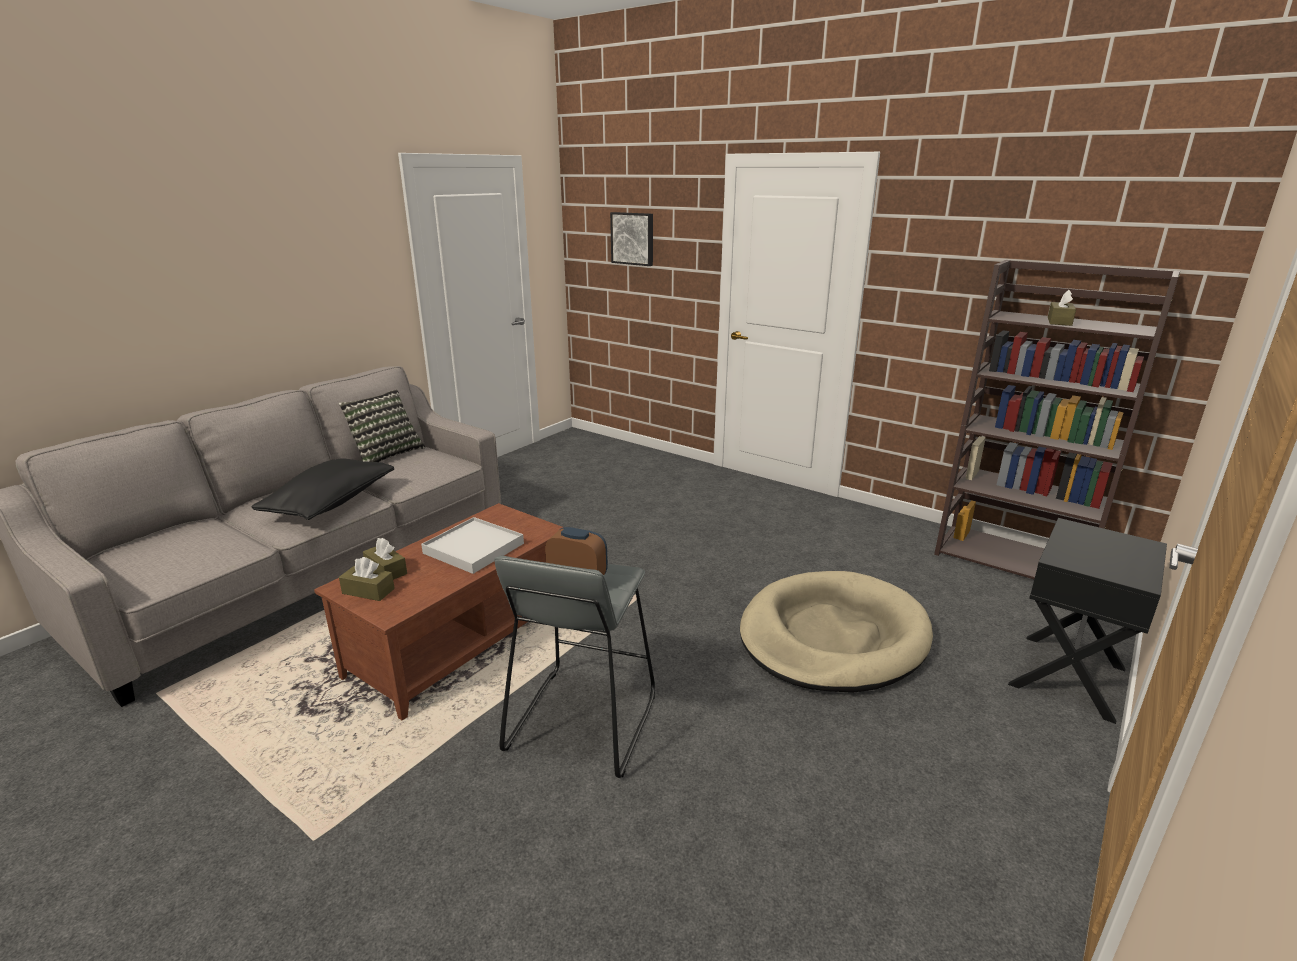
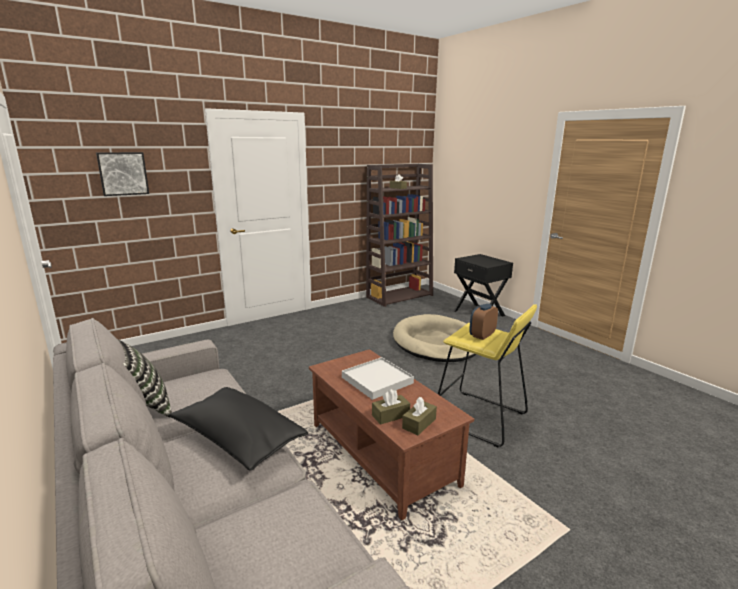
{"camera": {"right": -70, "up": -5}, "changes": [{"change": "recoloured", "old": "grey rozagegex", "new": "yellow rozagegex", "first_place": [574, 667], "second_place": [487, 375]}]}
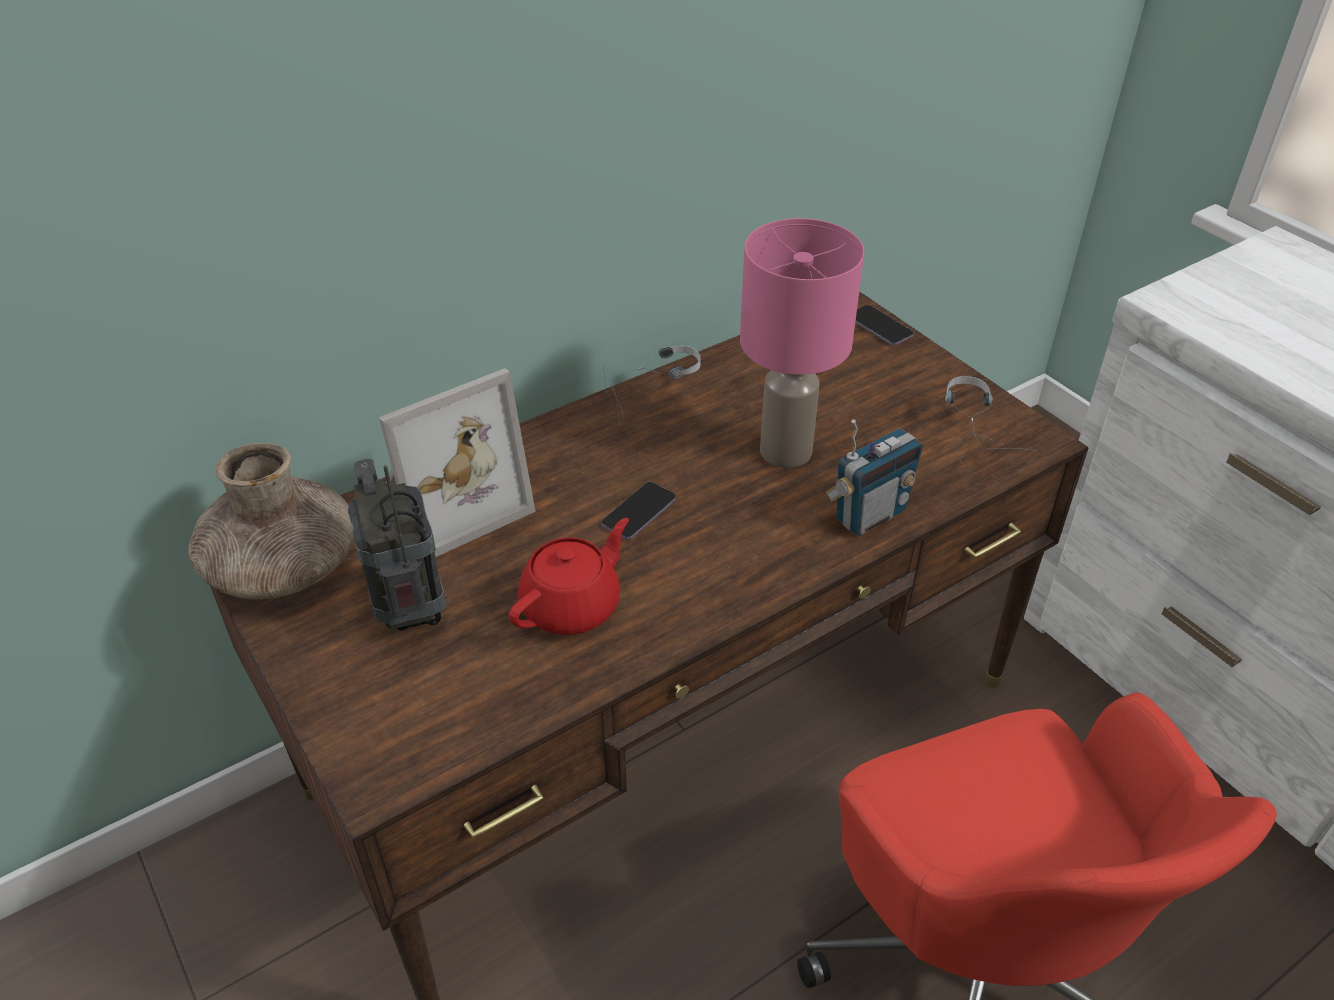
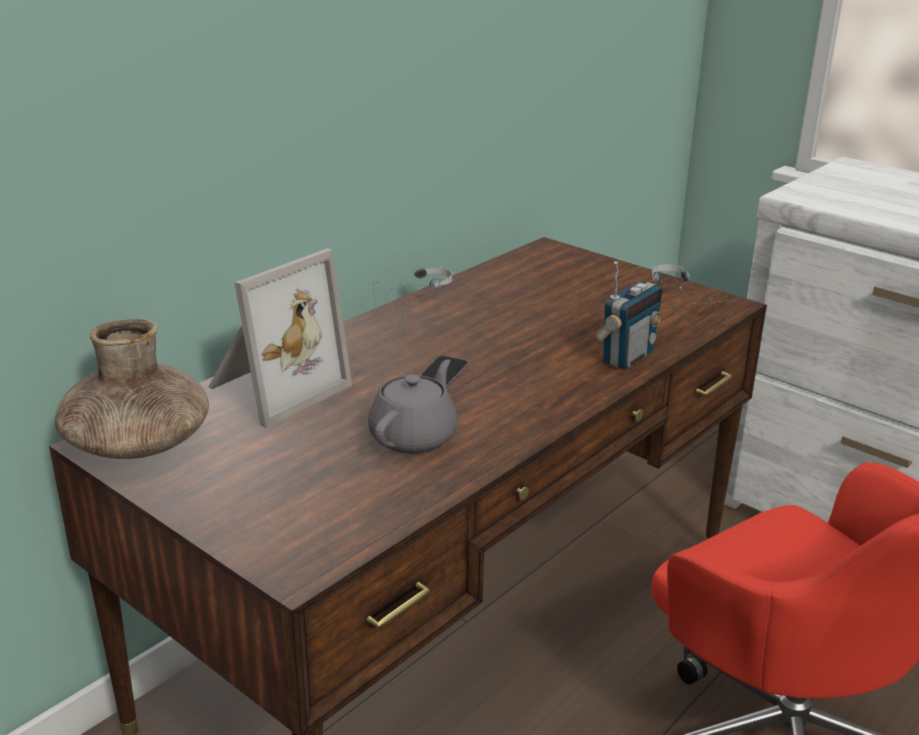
{"camera": {"right": -15, "up": -15}, "changes": [{"change": "removed", "old": "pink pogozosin", "first_place": [802, 343]}, {"change": "removed", "old": "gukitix", "first_place": [884, 325]}, {"change": "removed", "old": "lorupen", "first_place": [397, 545]}, {"change": "recoloured", "old": "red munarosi", "new": "grey munarosi", "first_place": [568, 576], "second_place": [413, 406]}]}
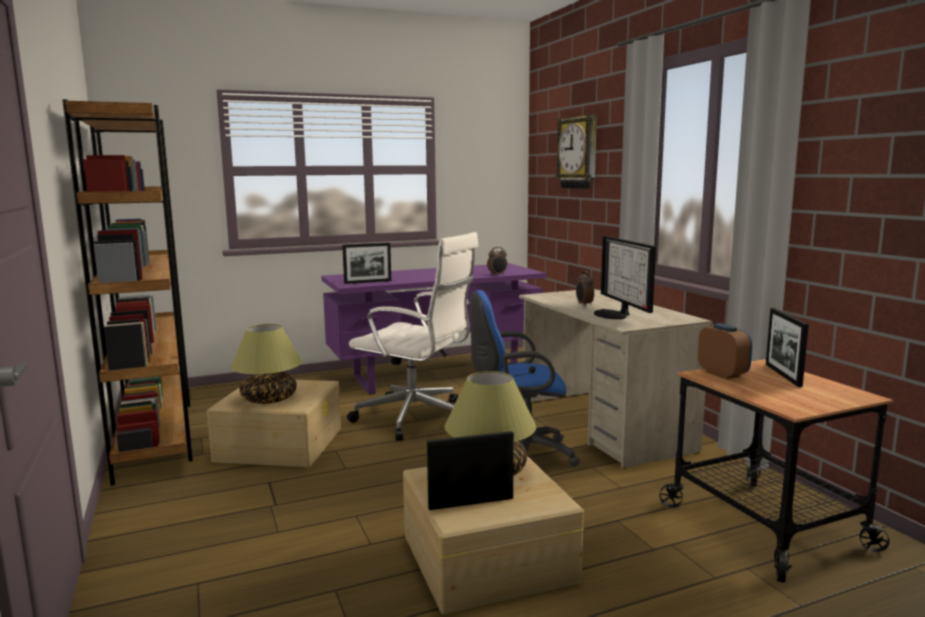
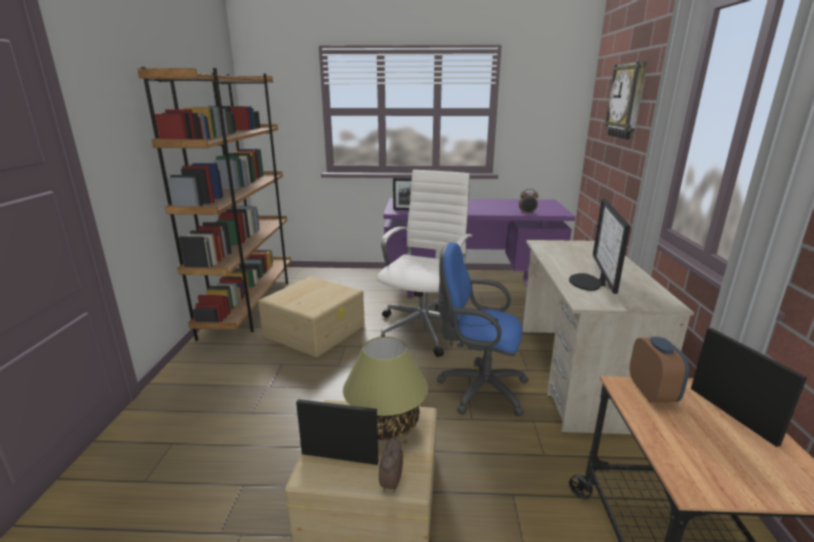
{"camera": {"right": 25, "up": 10}, "changes": [{"change": "turned", "old": "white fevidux", "first_place": [413, 336], "second_place": [424, 263], "degrees": -120}, {"change": "moved", "old": "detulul", "first_place": [585, 288], "second_place": [391, 464]}, {"change": "turned", "old": "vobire", "first_place": [787, 347], "second_place": [749, 387], "degrees": 135}, {"change": "removed", "old": "pogozosin", "first_place": [266, 364]}]}
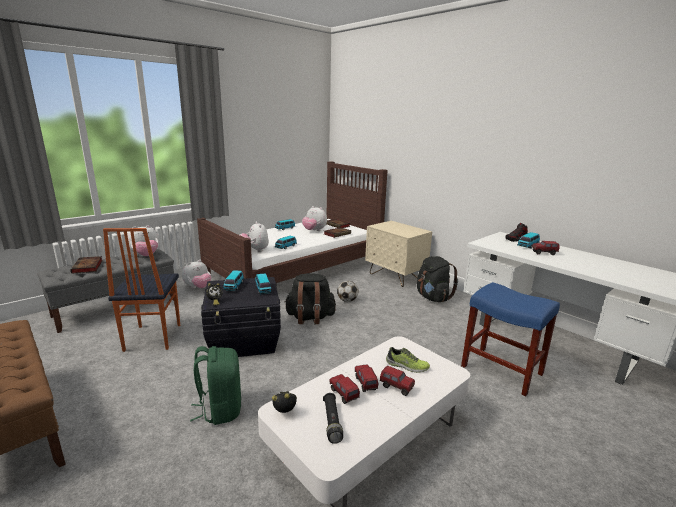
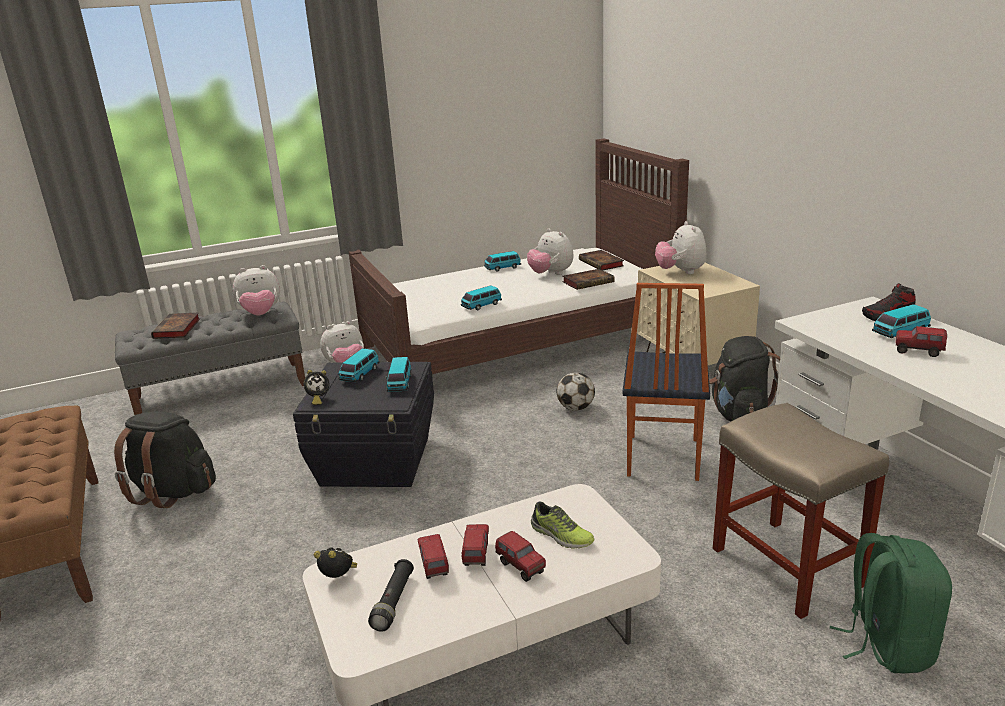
{"camera": {"right": 20, "up": 5}, "changes": [{"change": "moved", "old": "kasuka", "first_place": [254, 236], "second_place": [681, 247]}, {"change": "moved", "old": "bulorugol", "first_place": [141, 290], "second_place": [666, 382]}, {"change": "moved", "old": "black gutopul", "first_place": [310, 298], "second_place": [165, 459]}, {"change": "recoloured", "old": "blue rozagegex", "new": "beige rozagegex", "first_place": [510, 339], "second_place": [801, 511]}, {"change": "moved", "old": "green gutopul", "first_place": [215, 385], "second_place": [891, 603]}]}
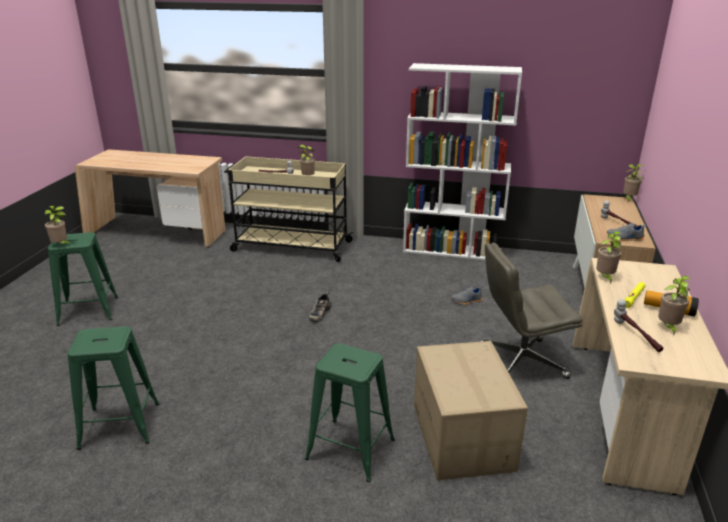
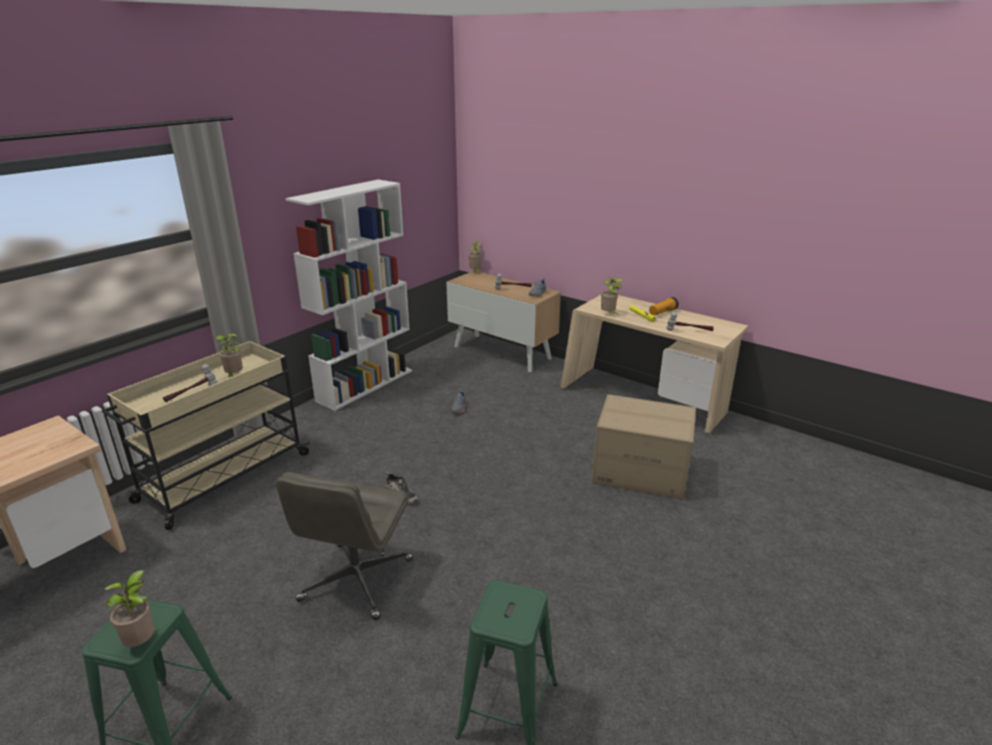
{"camera": {"right": -65, "up": 0}, "changes": [{"change": "moved", "old": "grey fevidux", "first_place": [530, 310], "second_place": [344, 546]}, {"change": "removed", "old": "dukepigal", "first_place": [674, 305]}, {"change": "removed", "old": "green rozagegex", "first_place": [350, 412]}]}
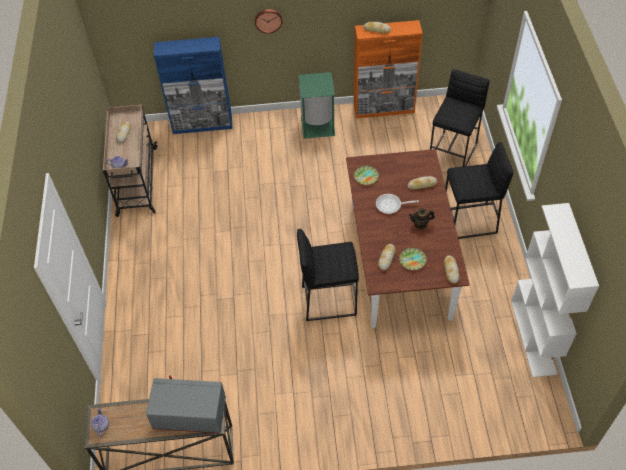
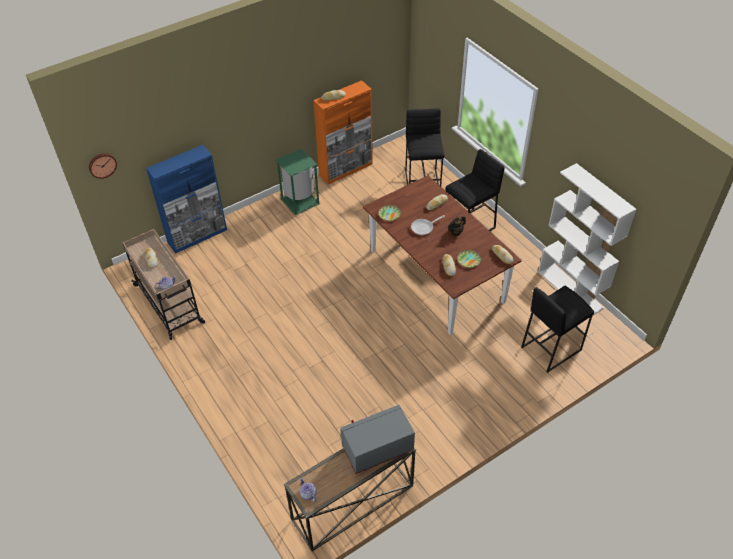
{"camera": {"right": -30, "up": -5}, "changes": [{"change": "moved", "old": "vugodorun", "first_place": [268, 21], "second_place": [103, 166]}, {"change": "moved", "old": "black rozagegex", "first_place": [328, 275], "second_place": [557, 329]}]}
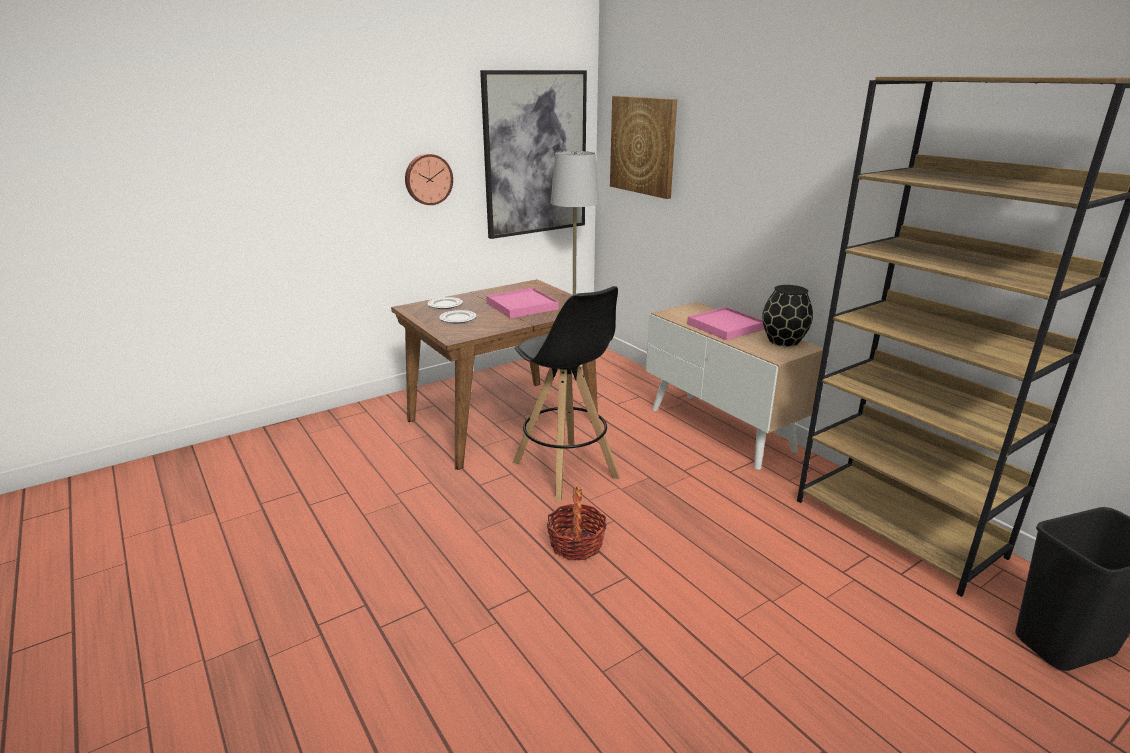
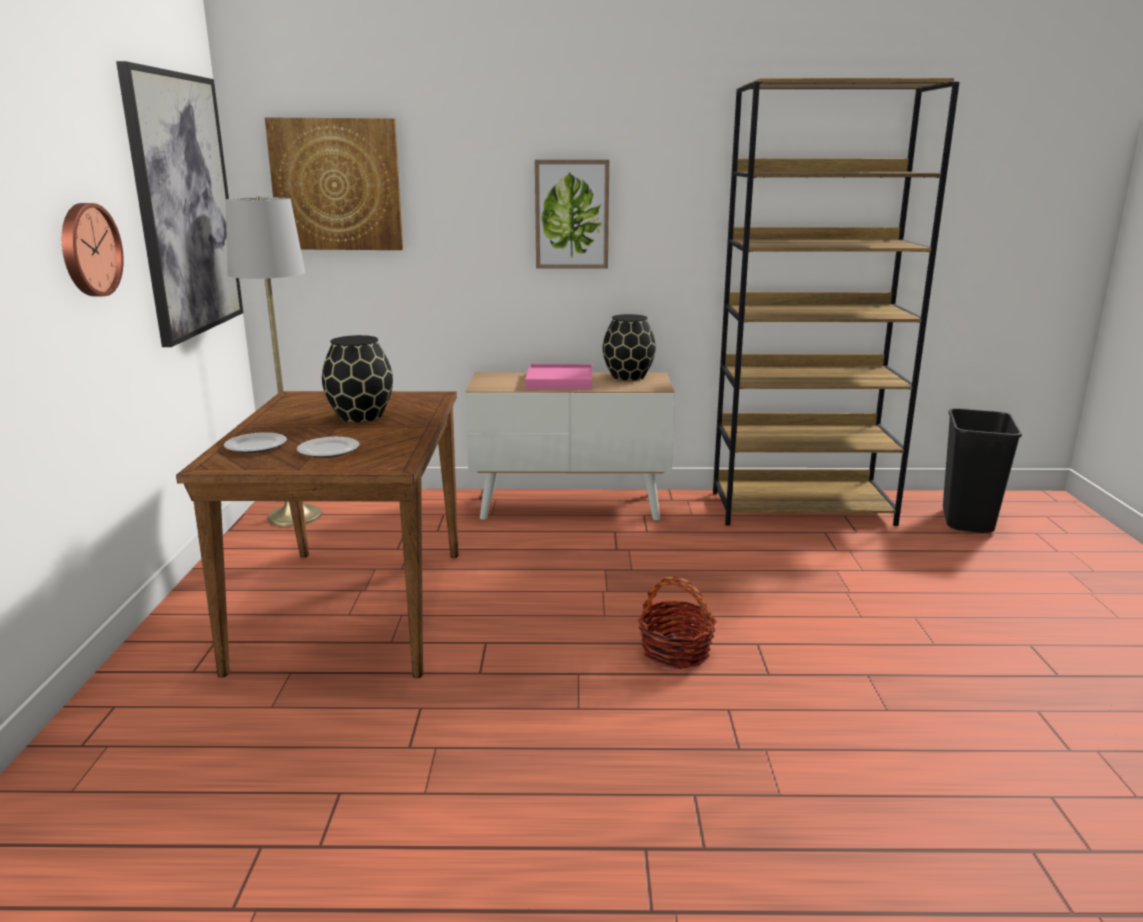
{"camera": {"right": -55, "up": -5}, "changes": [{"change": "removed", "old": "black rozagegex", "first_place": [566, 394]}, {"change": "replaced", "old": "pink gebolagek", "new": "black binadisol", "first_place": [522, 303], "second_place": [357, 378]}, {"change": "added", "new": "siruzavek", "second_place": [572, 214]}]}
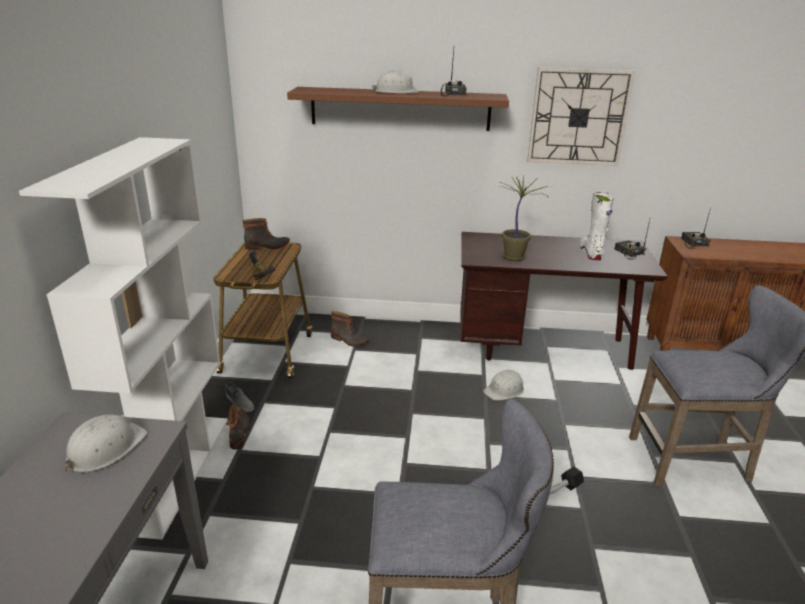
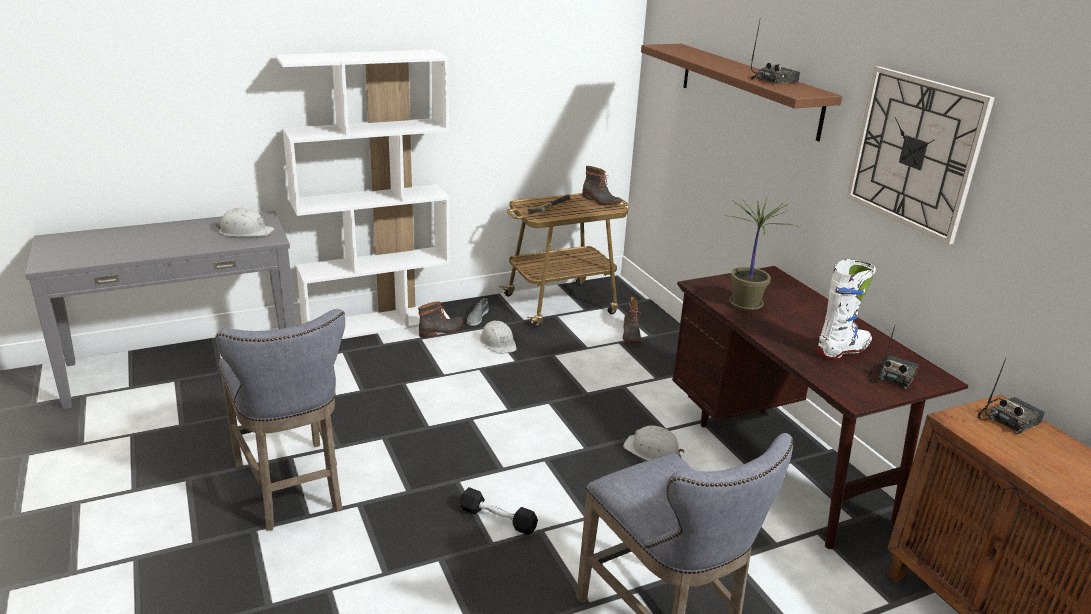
{"camera": {"right": 60, "up": 0}, "changes": [{"change": "moved", "old": "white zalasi", "first_place": [396, 81], "second_place": [498, 337]}]}
